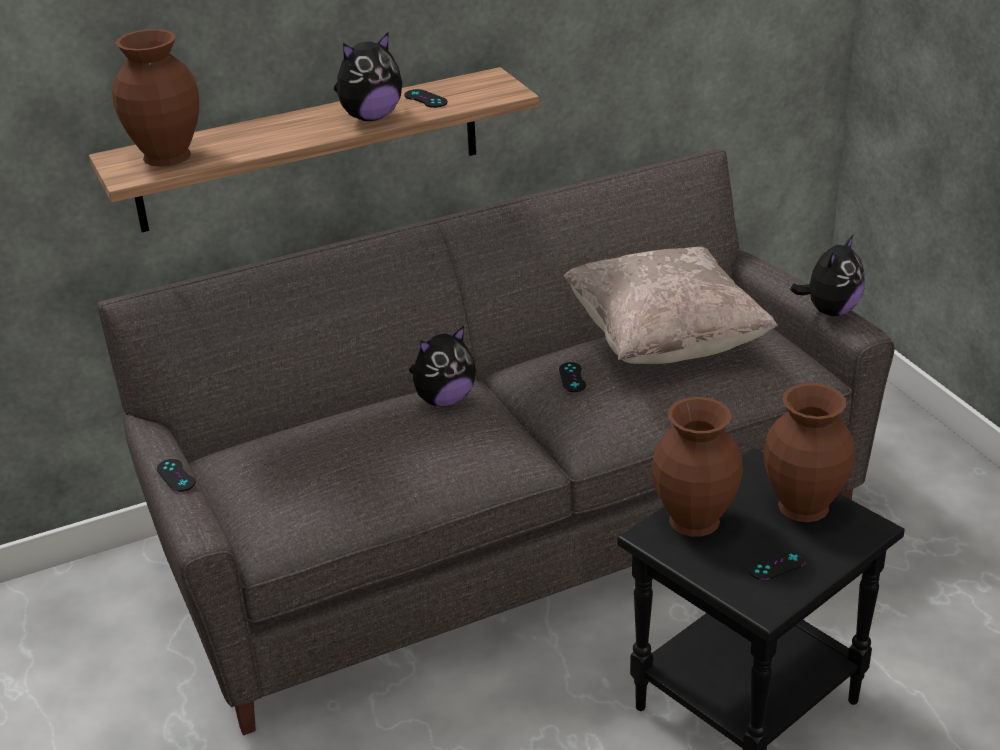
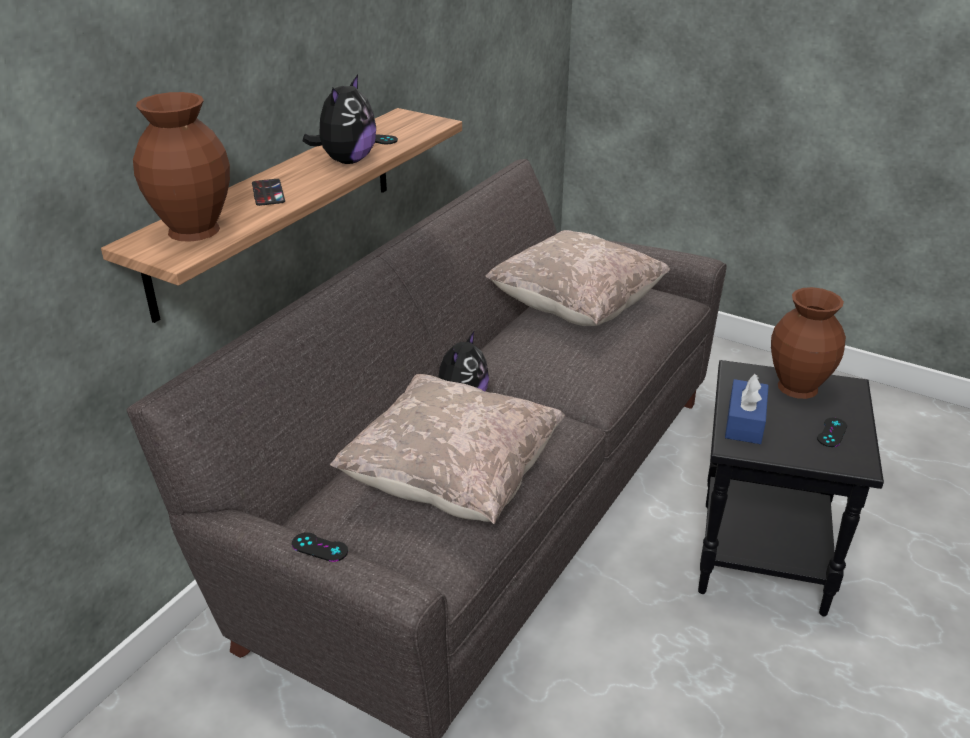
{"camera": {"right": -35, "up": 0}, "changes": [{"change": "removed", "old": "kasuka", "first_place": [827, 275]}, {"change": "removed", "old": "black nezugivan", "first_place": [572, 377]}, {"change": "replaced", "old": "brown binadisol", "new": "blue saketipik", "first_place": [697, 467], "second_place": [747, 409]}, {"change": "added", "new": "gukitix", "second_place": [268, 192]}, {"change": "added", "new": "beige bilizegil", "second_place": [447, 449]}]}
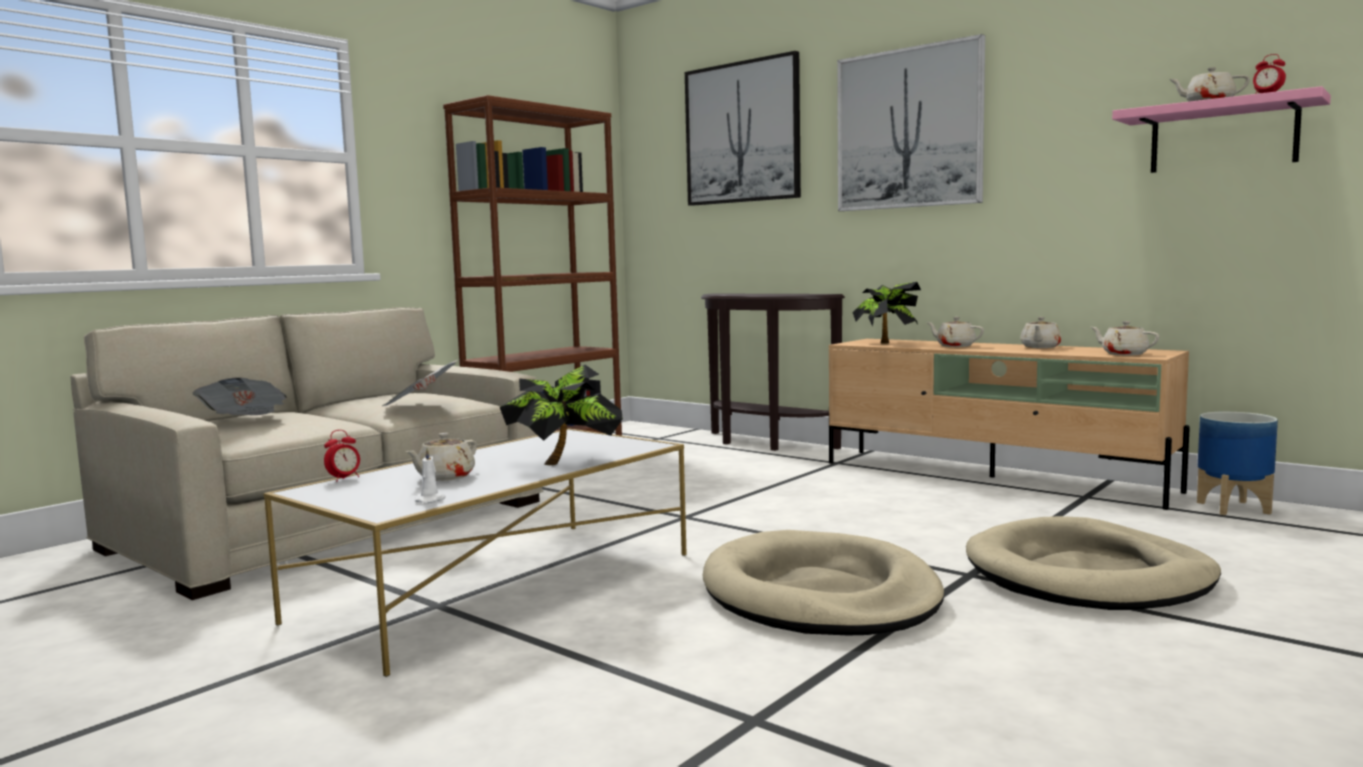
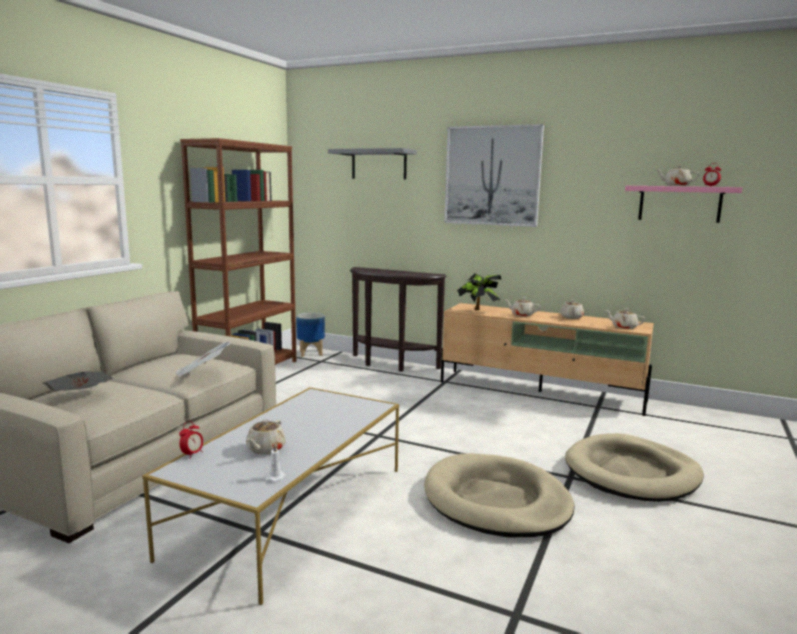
{"camera": {"right": -15, "up": 5}, "changes": [{"change": "replaced", "old": "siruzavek", "new": "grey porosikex", "first_place": [743, 128], "second_place": [372, 163]}, {"change": "removed", "old": "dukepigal", "first_place": [561, 415]}, {"change": "moved", "old": "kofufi", "first_place": [1237, 463], "second_place": [310, 335]}]}
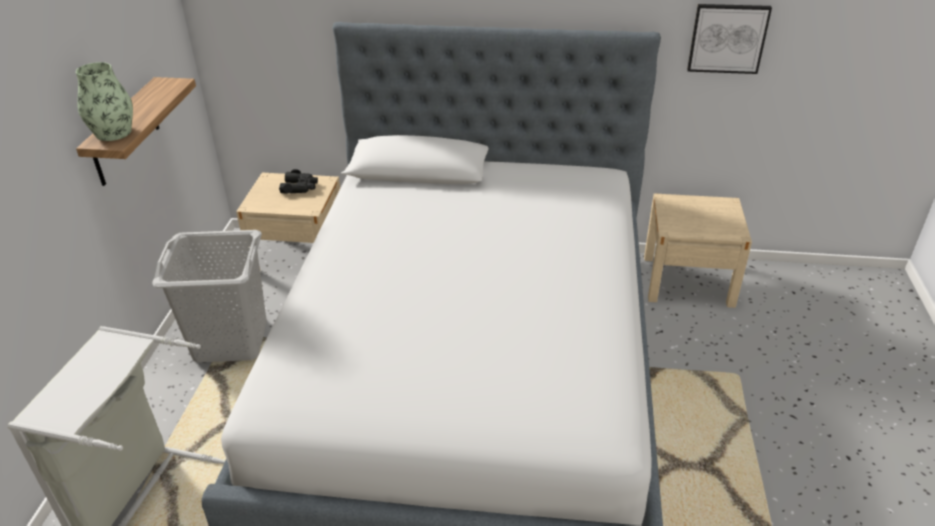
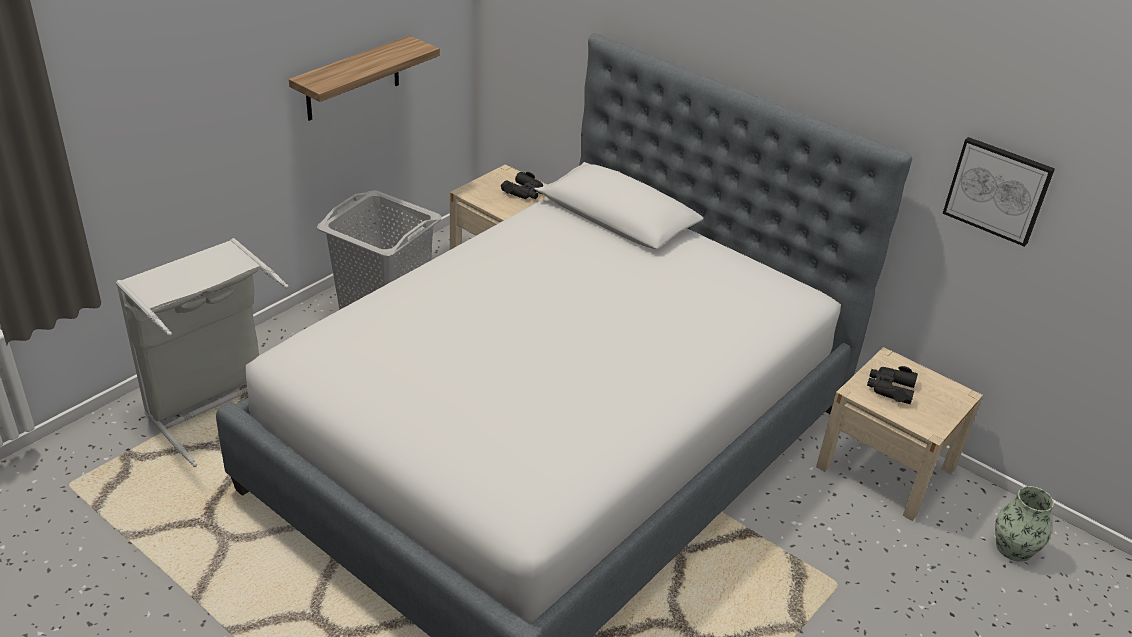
{"camera": {"right": 30, "up": 0}, "changes": [{"change": "moved", "old": "binadisol", "first_place": [104, 101], "second_place": [1024, 524]}, {"change": "added", "new": "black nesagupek", "second_place": [892, 385]}]}
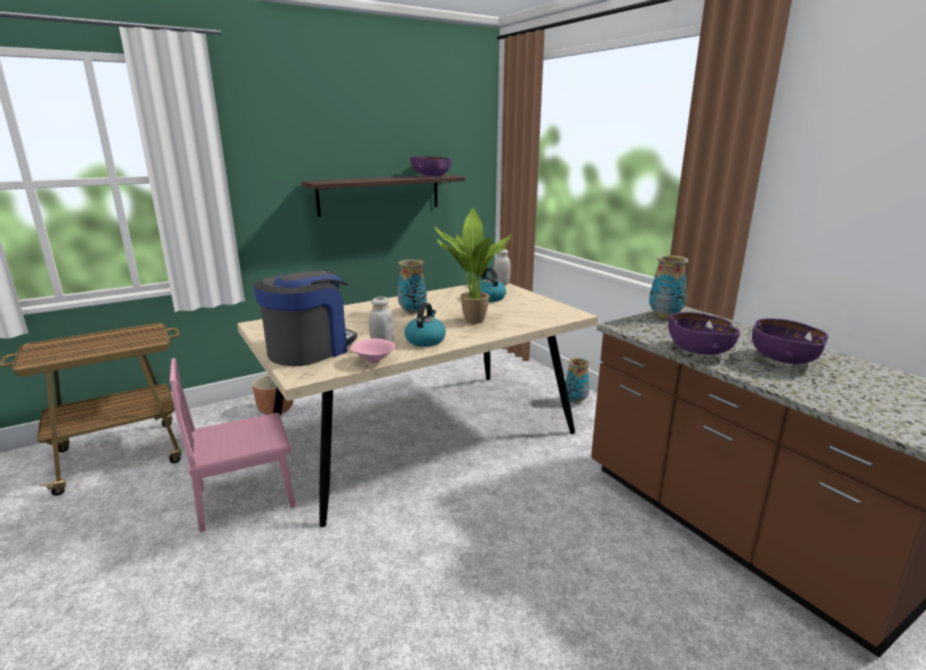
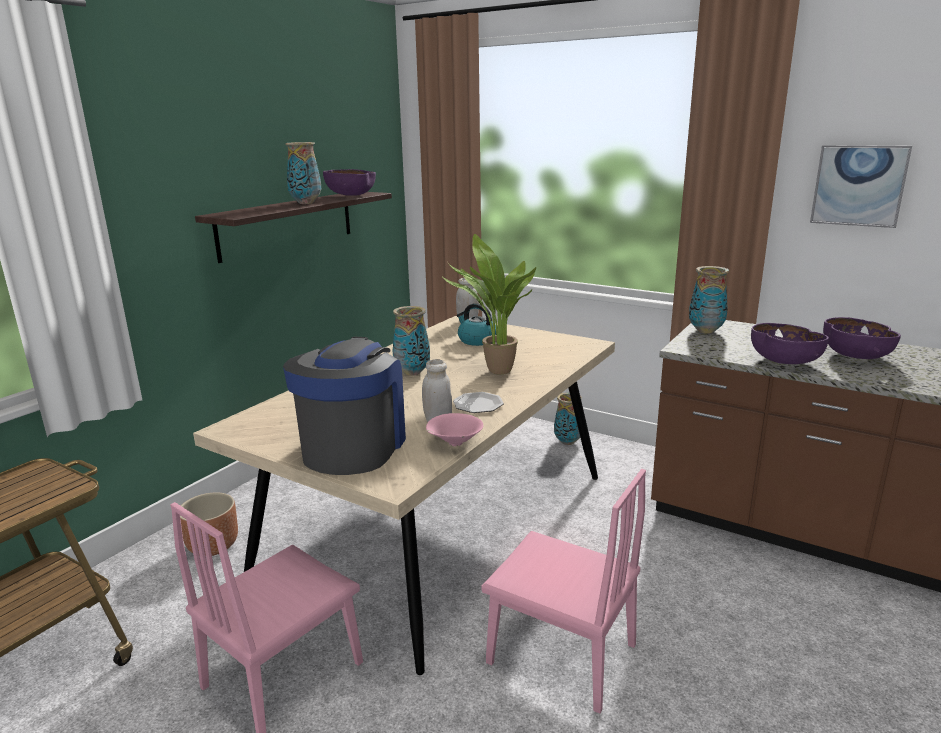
{"camera": {"right": -25, "up": 0}, "changes": [{"change": "replaced", "old": "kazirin", "new": "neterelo", "first_place": [425, 325], "second_place": [478, 402]}, {"change": "added", "new": "binadisol", "second_place": [303, 173]}, {"change": "added", "new": "siruzavek", "second_place": [861, 186]}, {"change": "added", "new": "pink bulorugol", "second_place": [563, 591]}]}
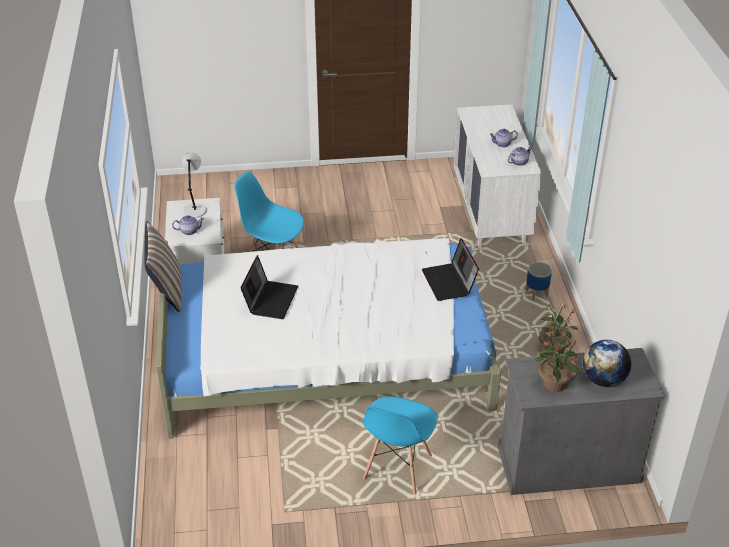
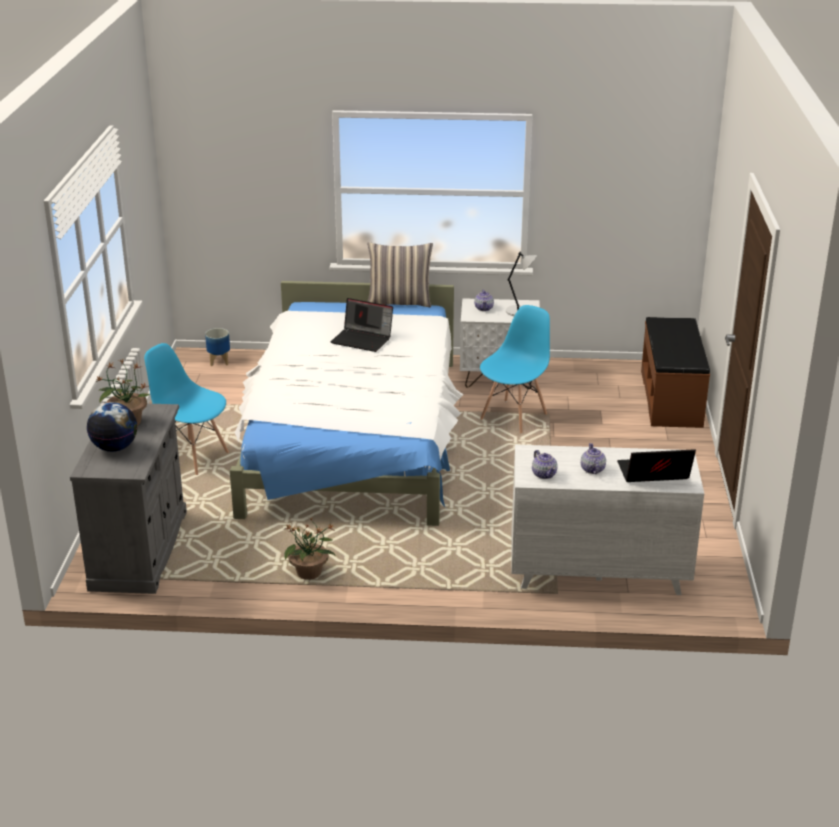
{"camera": {"right": 100, "up": -10}, "changes": [{"change": "moved", "old": "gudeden", "first_place": [450, 269], "second_place": [656, 465]}, {"change": "moved", "old": "kofufi", "first_place": [539, 281], "second_place": [217, 347]}, {"change": "added", "new": "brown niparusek", "second_place": [675, 372]}]}
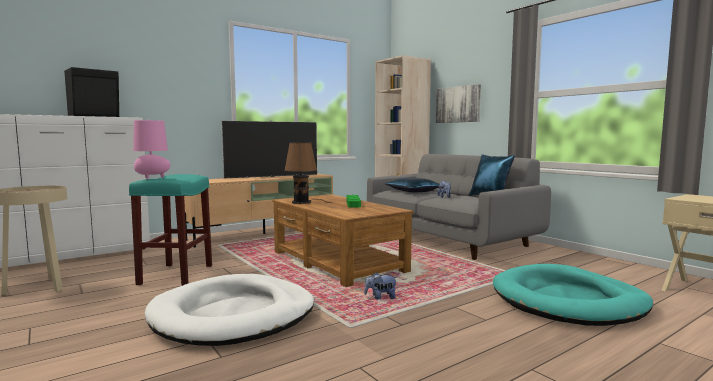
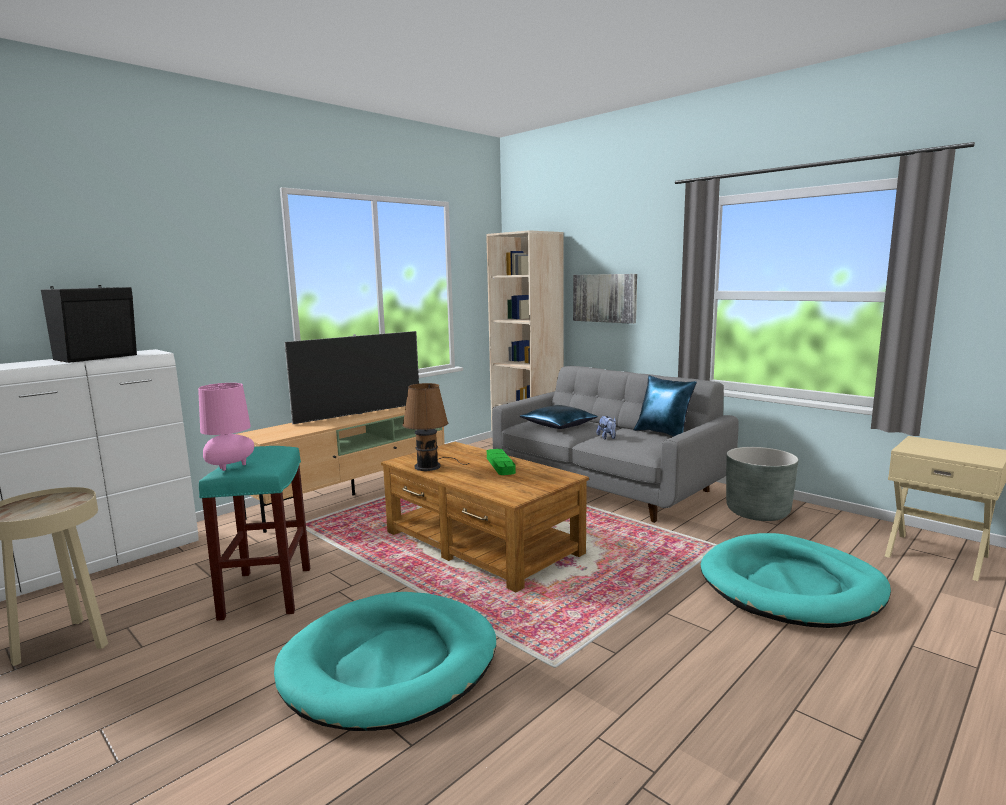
{"camera": {"right": -10, "up": 5}, "changes": [{"change": "removed", "old": "kasuka", "first_place": [380, 286]}, {"change": "recoloured", "old": "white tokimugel", "new": "turquoise tokimugel", "first_place": [229, 310], "second_place": [385, 661]}, {"change": "added", "new": "grey kofufi", "second_place": [762, 484]}]}
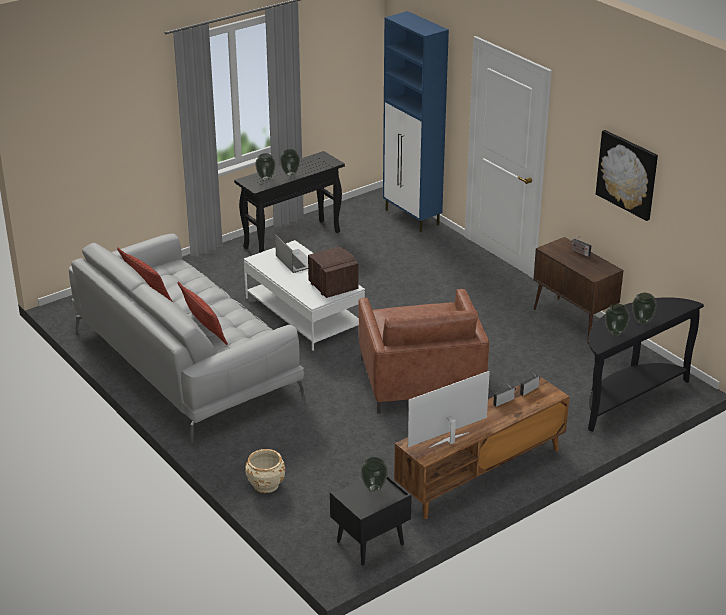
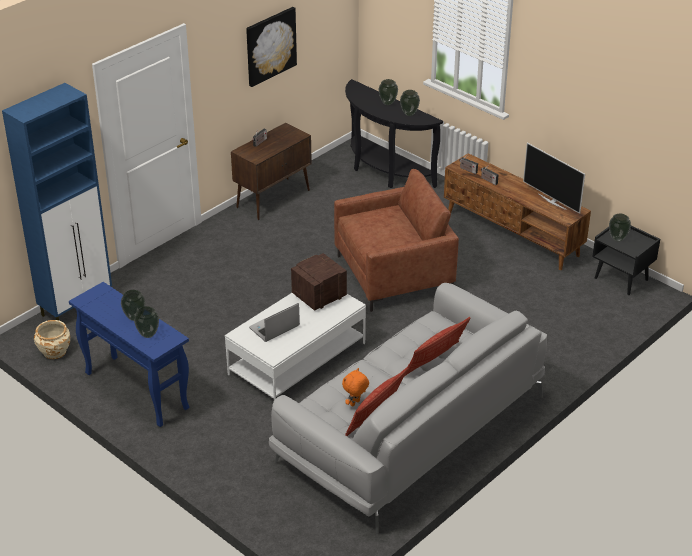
{"camera": {"right": -100, "up": 5}, "changes": [{"change": "recoloured", "old": "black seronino", "new": "blue seronino", "first_place": [289, 202], "second_place": [129, 354]}, {"change": "moved", "old": "beige kofufi", "first_place": [265, 471], "second_place": [52, 339]}, {"change": "added", "new": "orange kasuka", "second_place": [355, 387]}]}
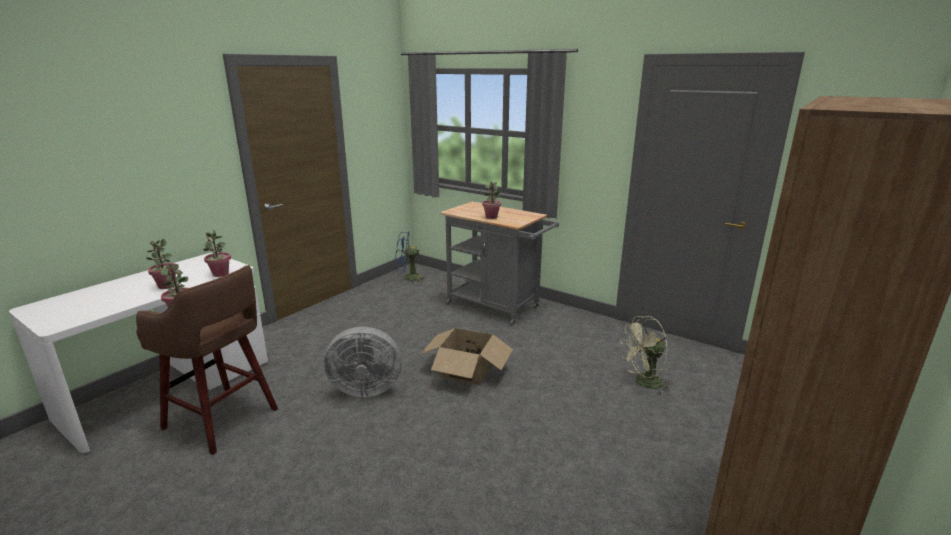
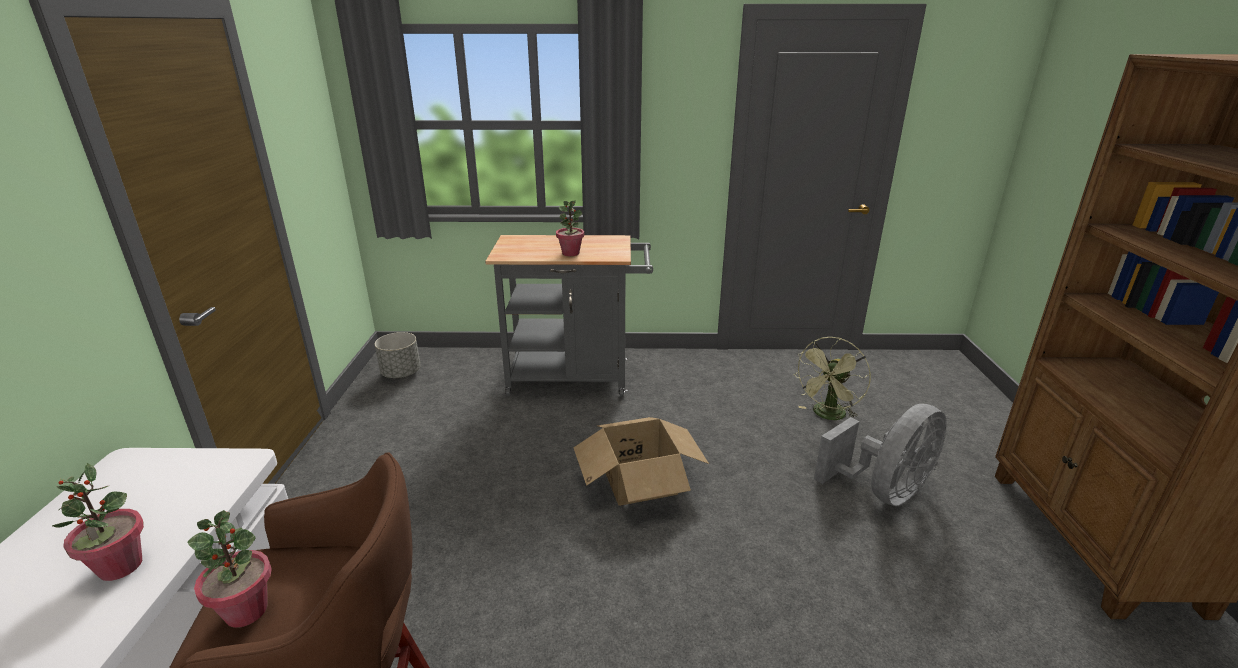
{"camera": {"right": -35, "up": 5}, "changes": [{"change": "removed", "old": "dukepigal", "first_place": [217, 253]}, {"change": "replaced", "old": "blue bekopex", "new": "grey kofufi", "first_place": [411, 257], "second_place": [398, 355]}, {"change": "moved", "old": "grey bekopex", "first_place": [363, 362], "second_place": [880, 455]}]}
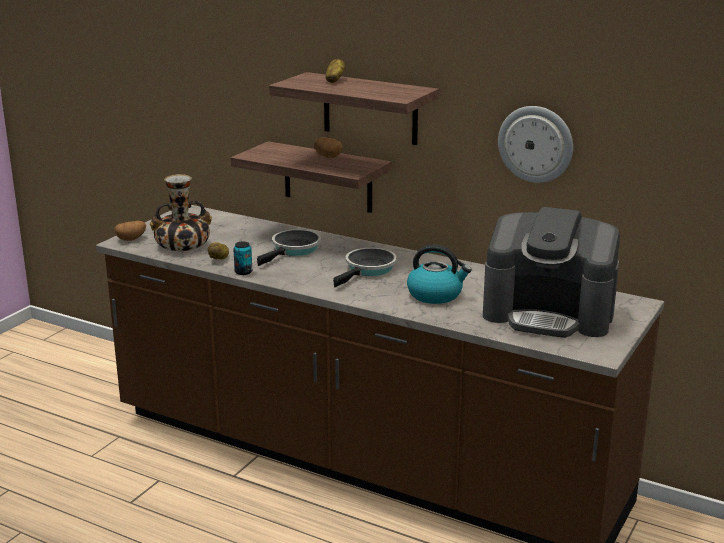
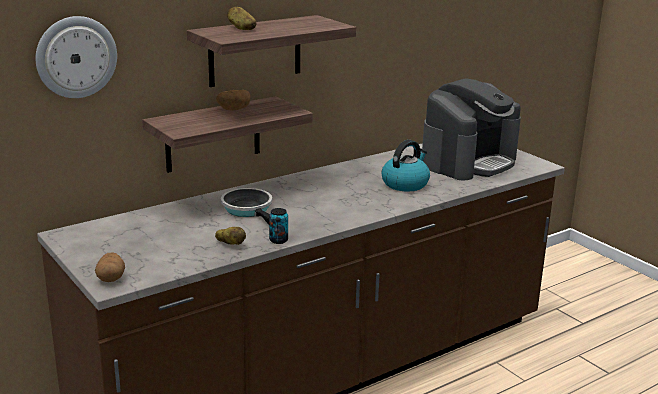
{"camera": {"right": -65, "up": 0}, "changes": [{"change": "moved", "old": "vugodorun", "first_place": [535, 144], "second_place": [76, 57]}, {"change": "removed", "old": "binadisol", "first_place": [181, 212]}, {"change": "removed", "old": "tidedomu", "first_place": [365, 267]}]}
